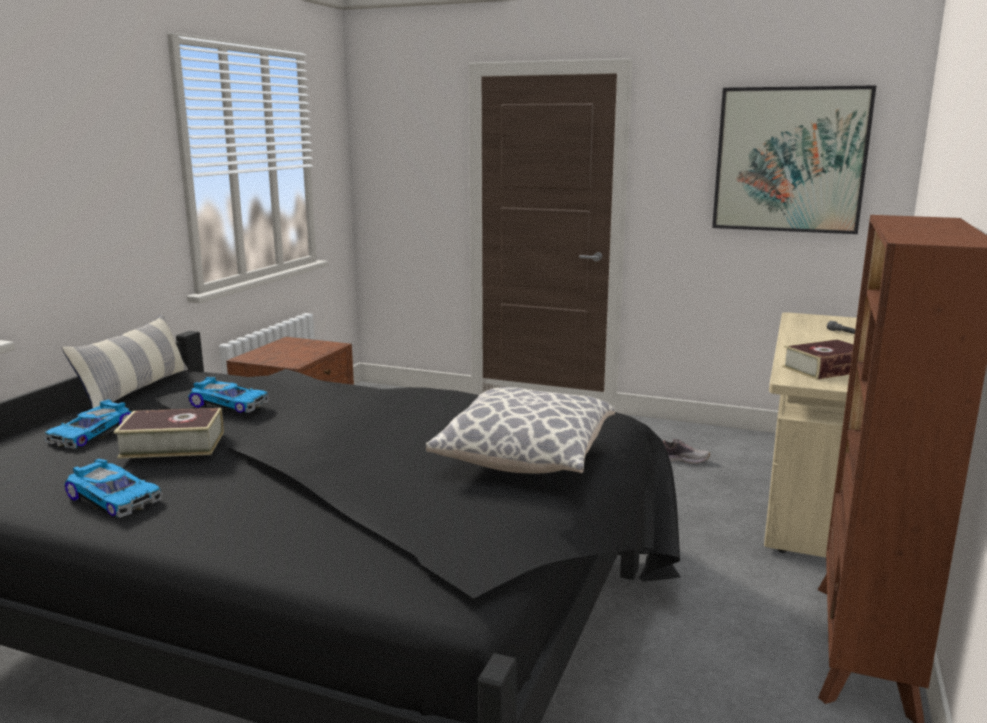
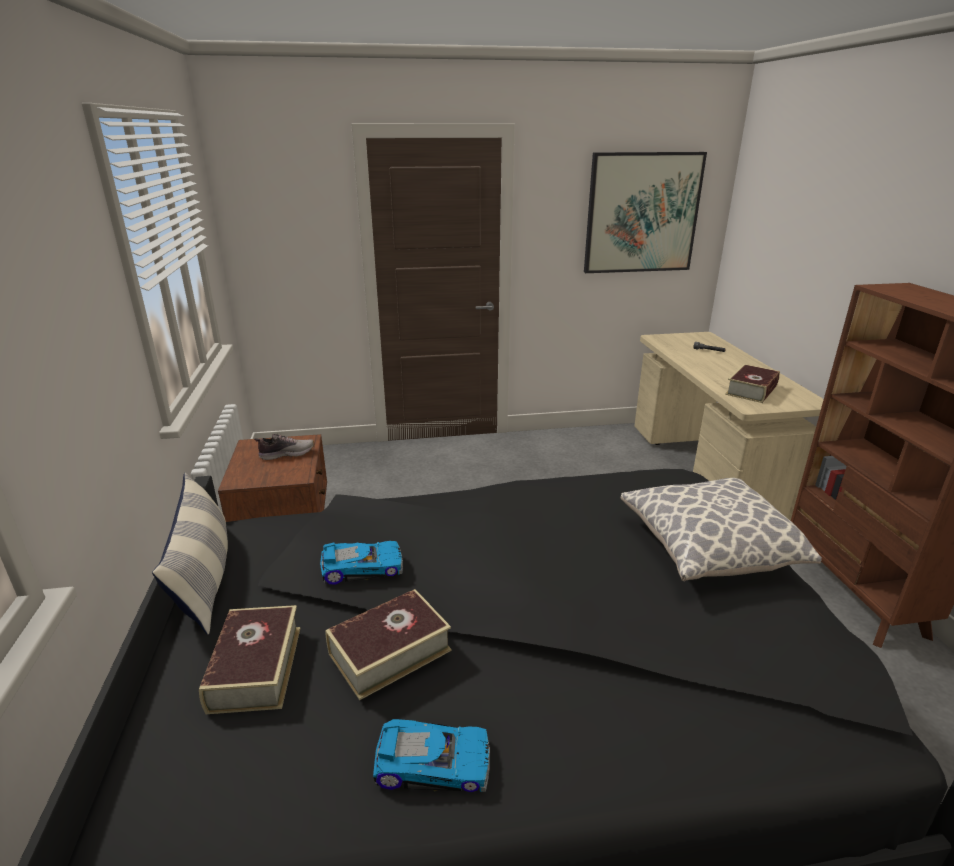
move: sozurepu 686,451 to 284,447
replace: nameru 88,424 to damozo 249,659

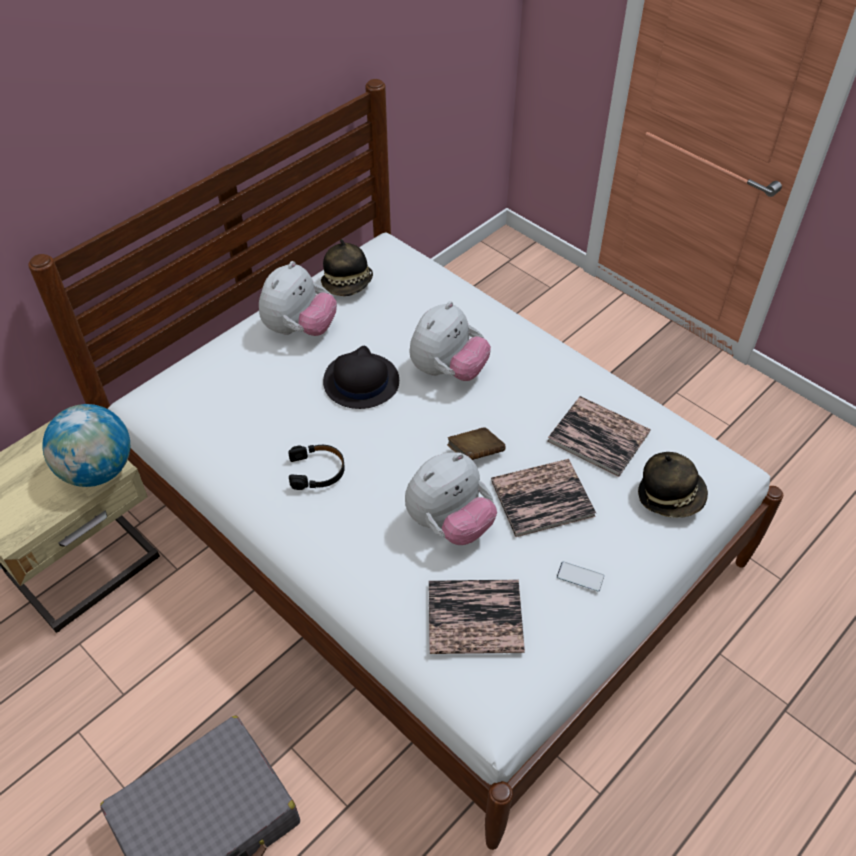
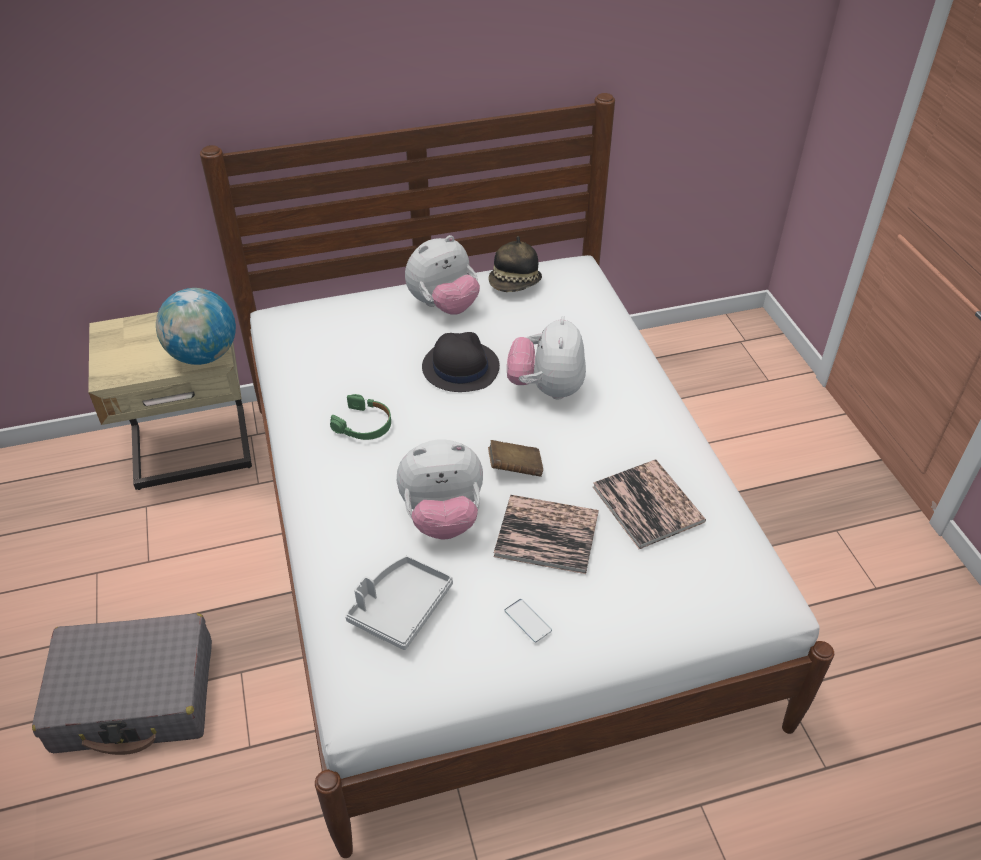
delete: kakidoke 673,485
replace: damozo 477,617 to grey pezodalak 399,603
recolor: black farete 316,467 to green farete 360,417
rotate: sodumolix 450,341 = 546,358 120 degrees clockwise

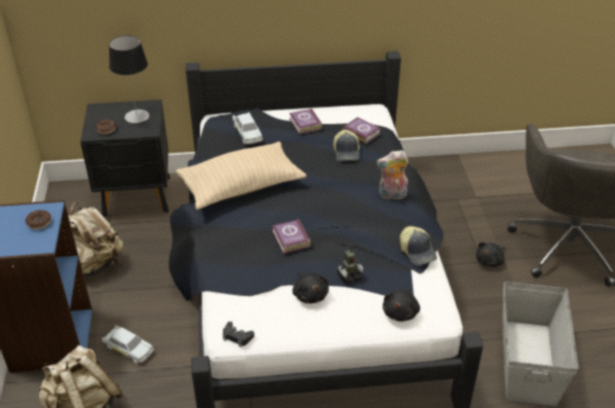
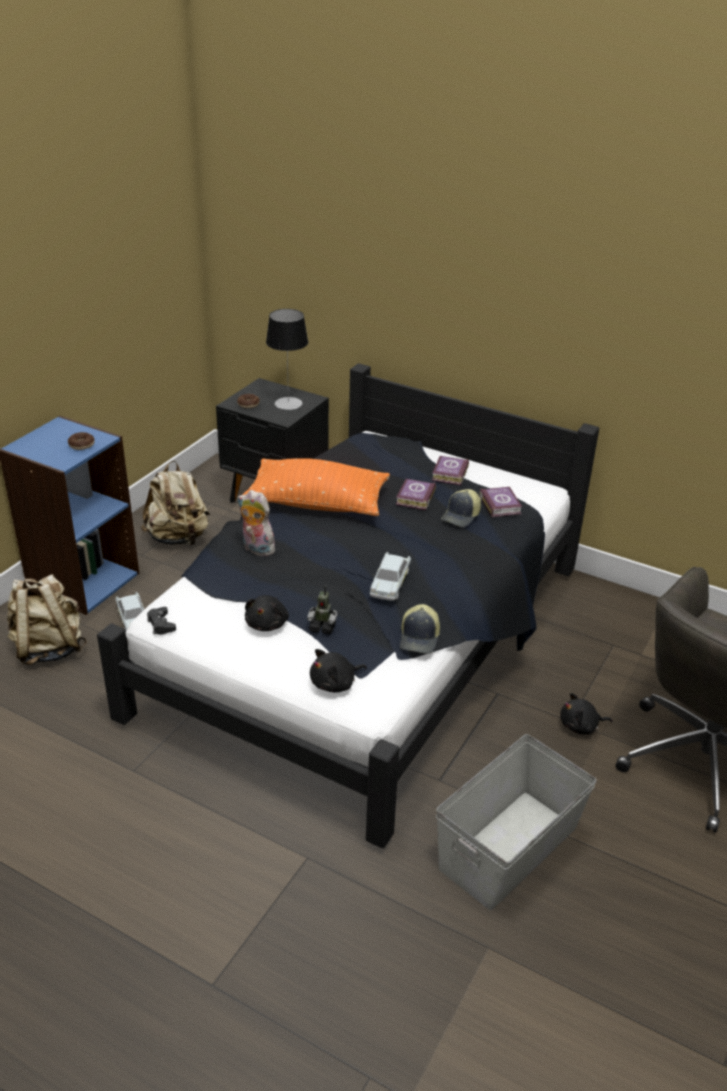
move: sodumolix 392,175 to 257,523; white nameru 247,128 to 390,576; damozo 291,236 to 416,494
recolor: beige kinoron 241,176 to orange kinoron 316,487

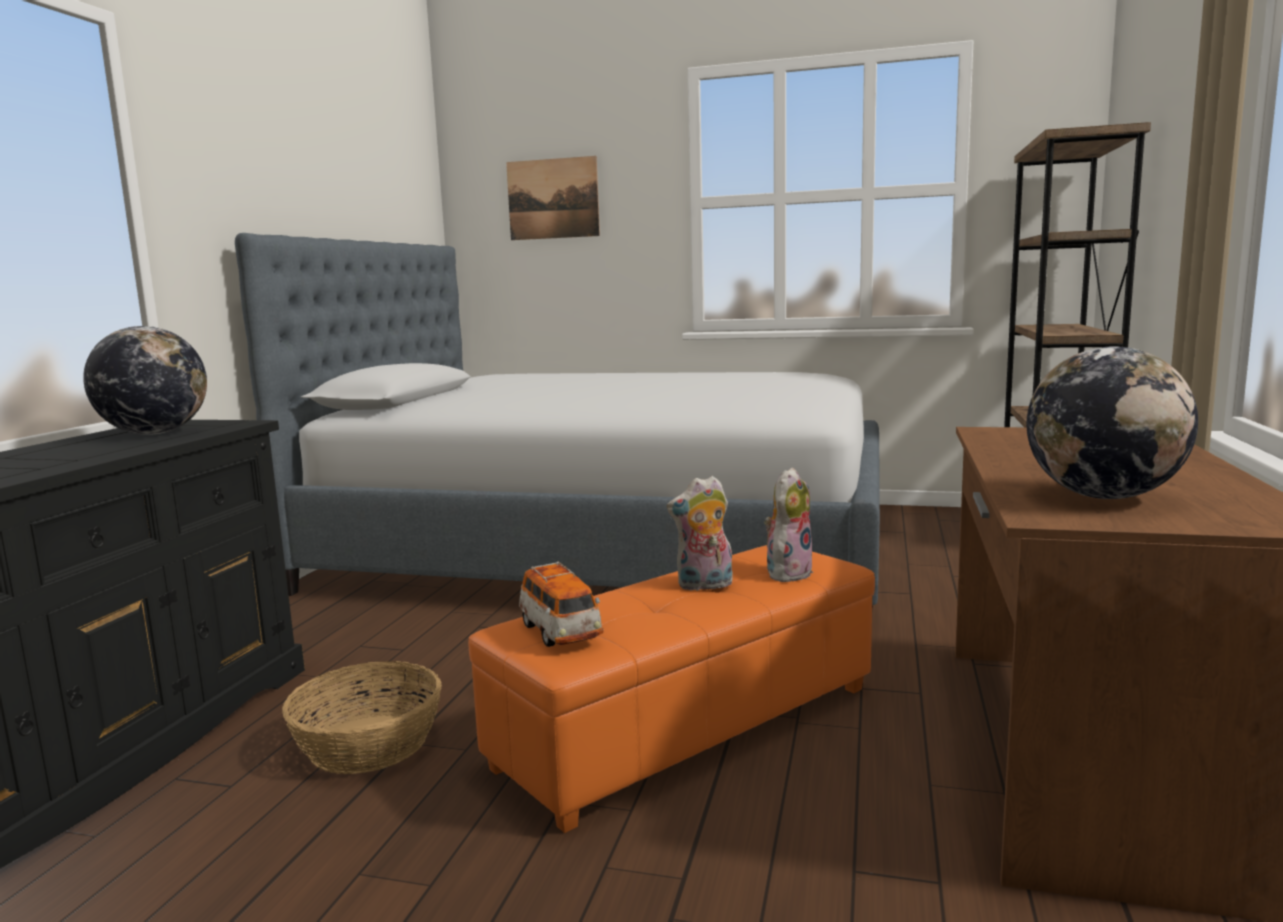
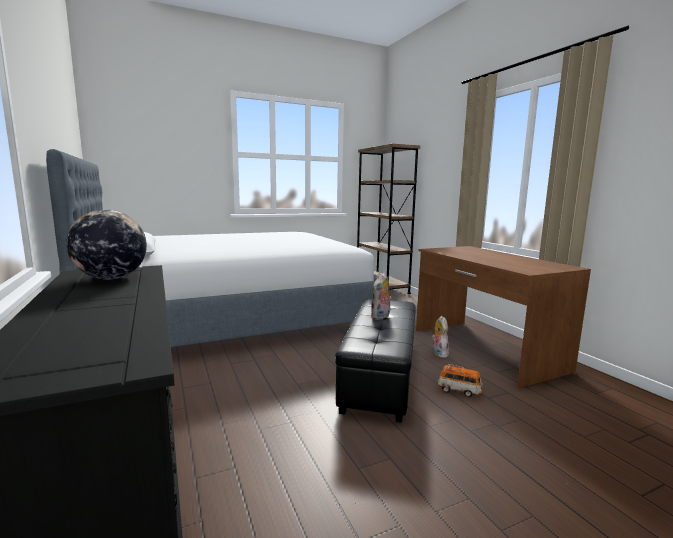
delete: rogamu 362,717; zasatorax 553,198; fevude 1112,422
move: sodumolix 788,524 to 440,336; nameru 561,604 to 460,380
recolor: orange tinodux 671,689 to black tinodux 375,360

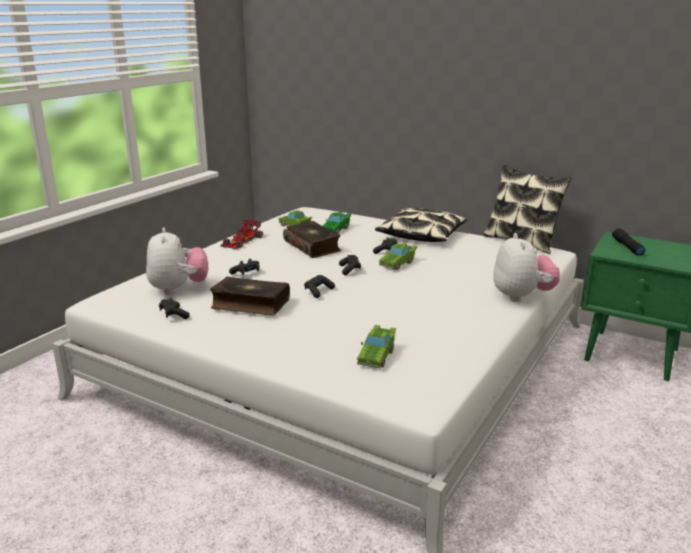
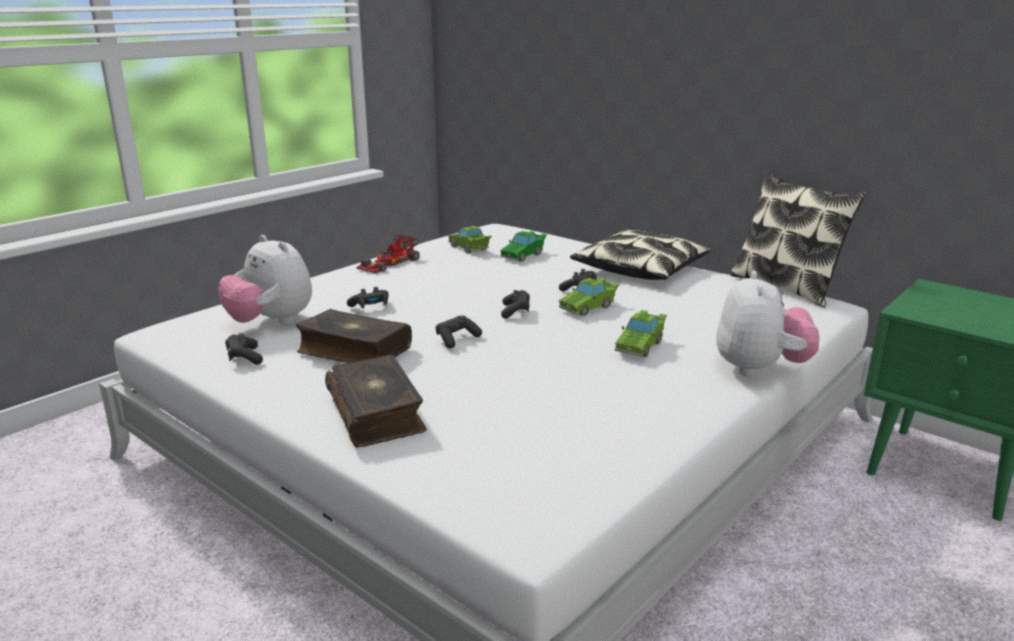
delete: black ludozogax 628,242
move: damozo 312,239 to 376,401; green nameru 376,347 to 641,333
rotate: sodumolix 177,261 = 265,279 135 degrees clockwise

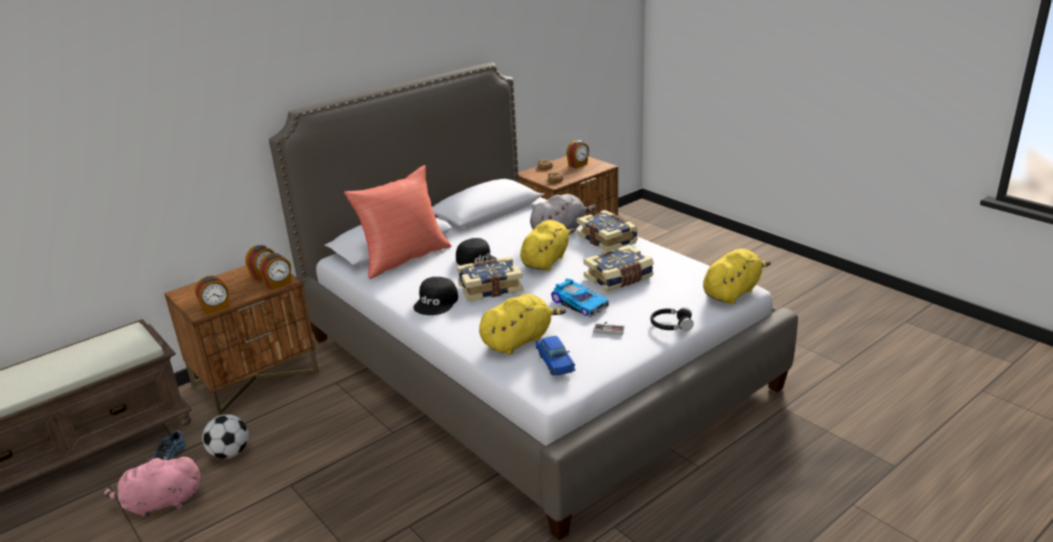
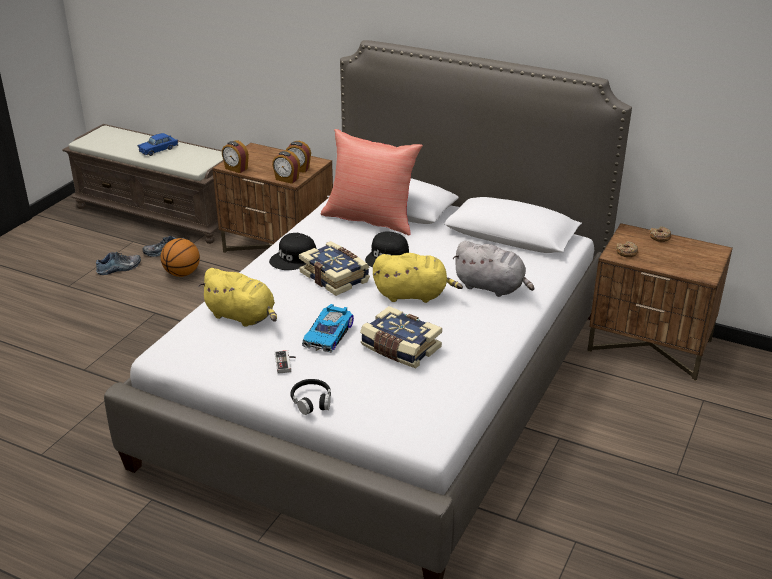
delete: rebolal 578,154; damozo 607,230; yellow sodumolix 737,276
move: blue nameru 555,356 to 158,144
replace: pink sodumolix 152,487 to sozurepu 118,263; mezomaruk 225,436 to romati 180,257
rotate: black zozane 436,296 = 293,251 45 degrees counterclockwise

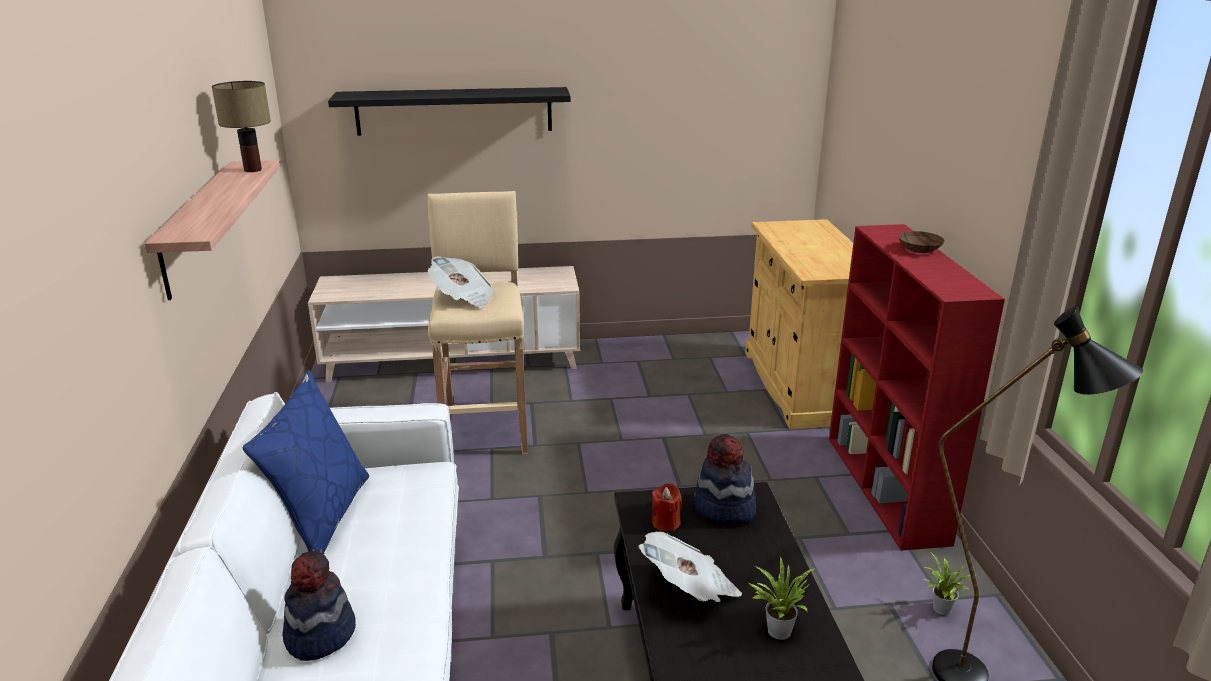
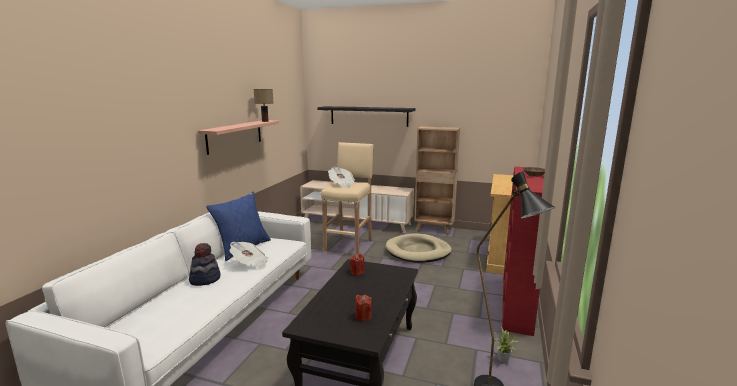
delete: kakidoke 725,479
insert: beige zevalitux 419,248; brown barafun 437,180
move: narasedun 690,567 to 248,255
replace: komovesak 782,598 to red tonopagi 363,308

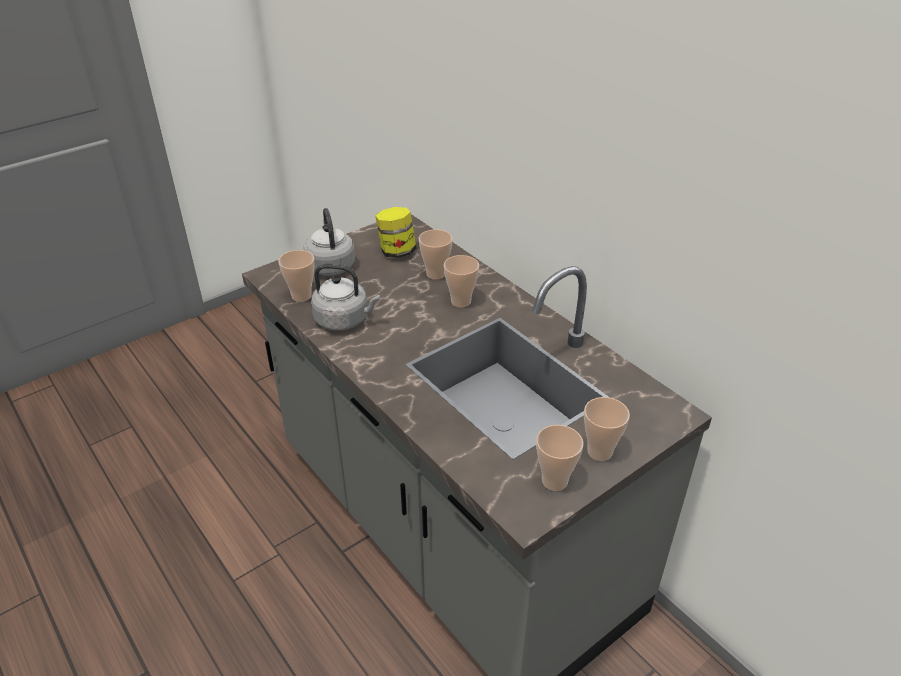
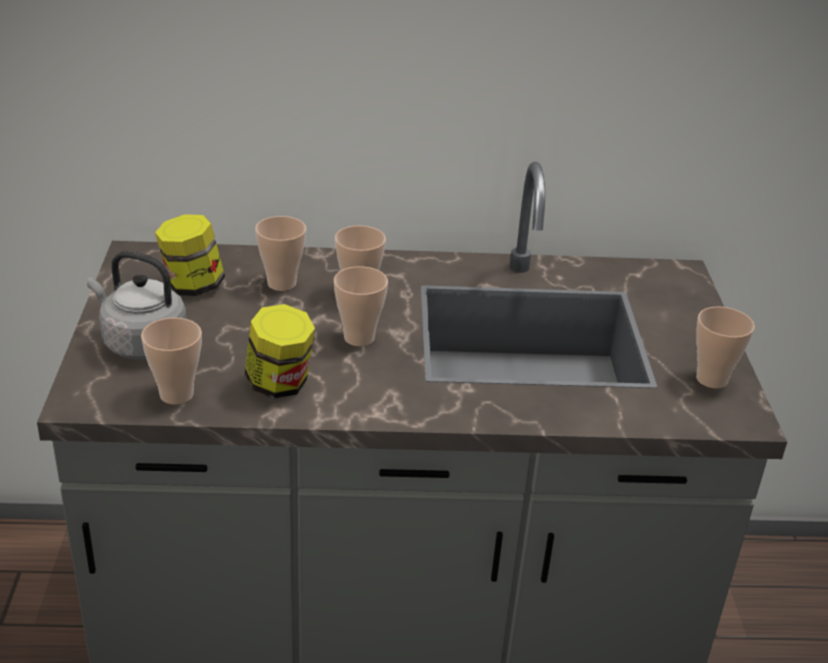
move: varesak 607,429 to 361,306
replace: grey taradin 345,297 to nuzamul 280,351

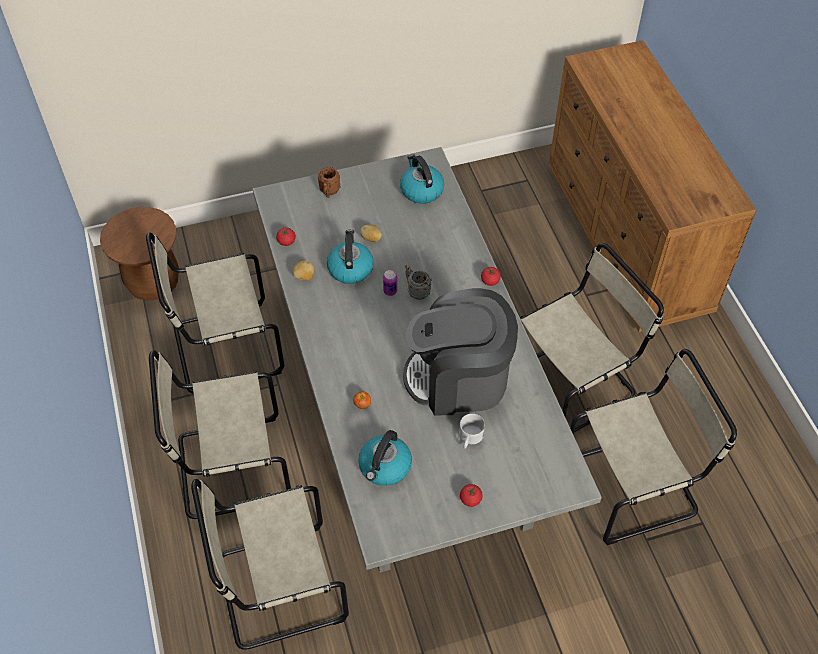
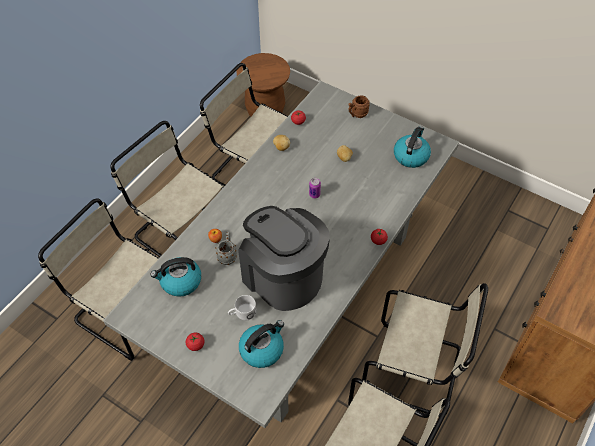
move: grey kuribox 418,282 to 226,248; taradin 350,256 to 261,344

